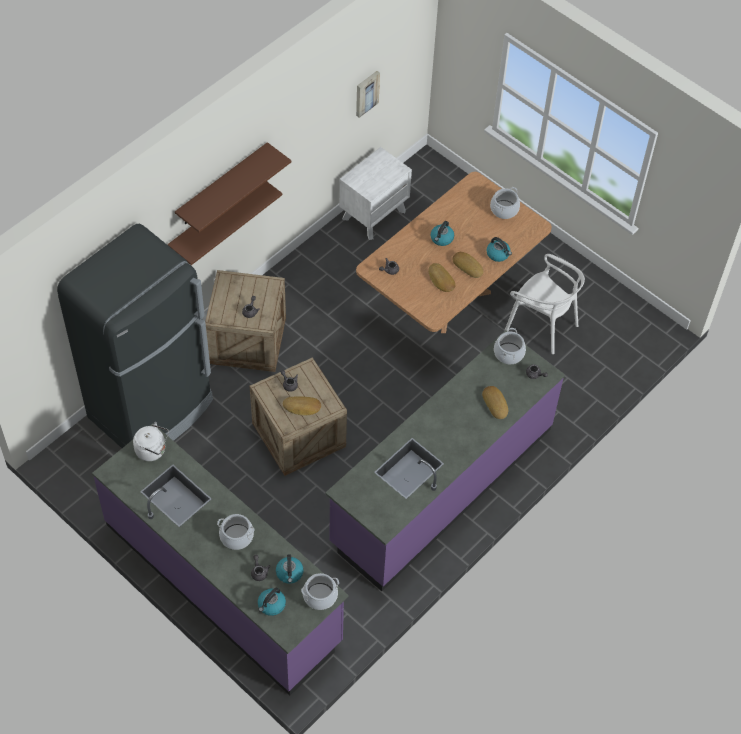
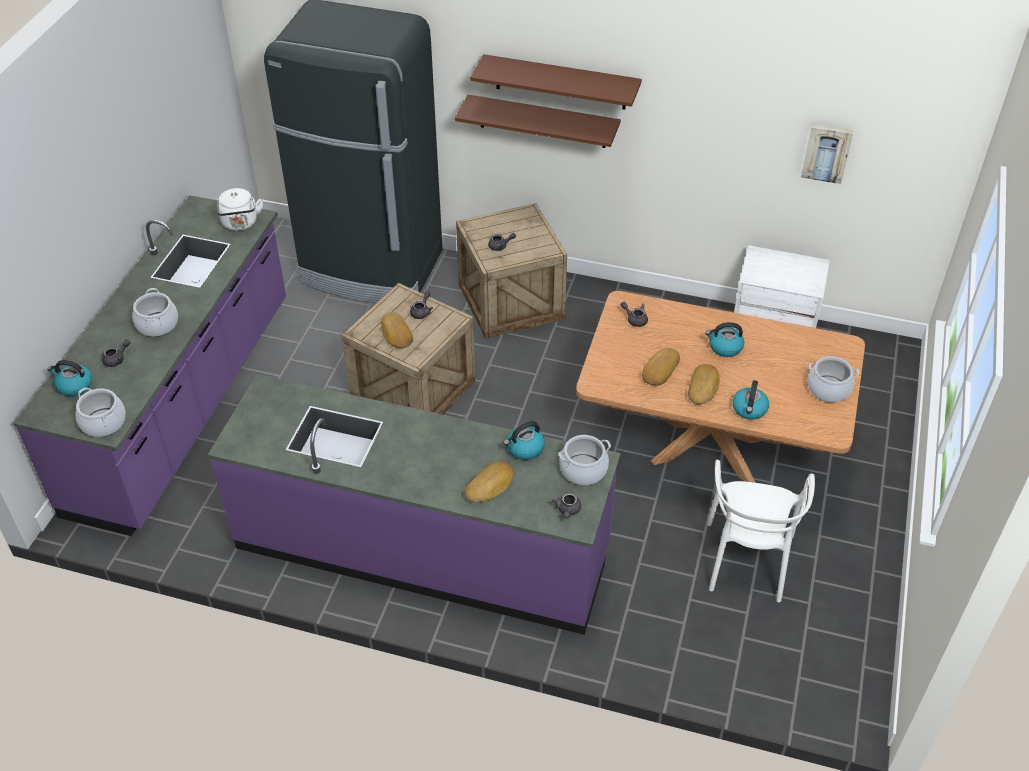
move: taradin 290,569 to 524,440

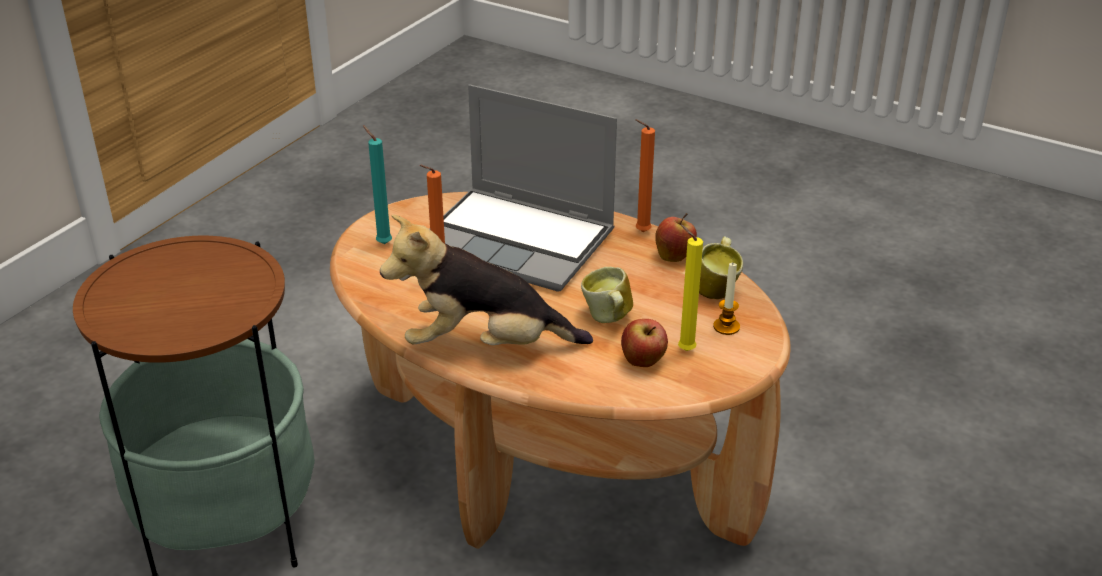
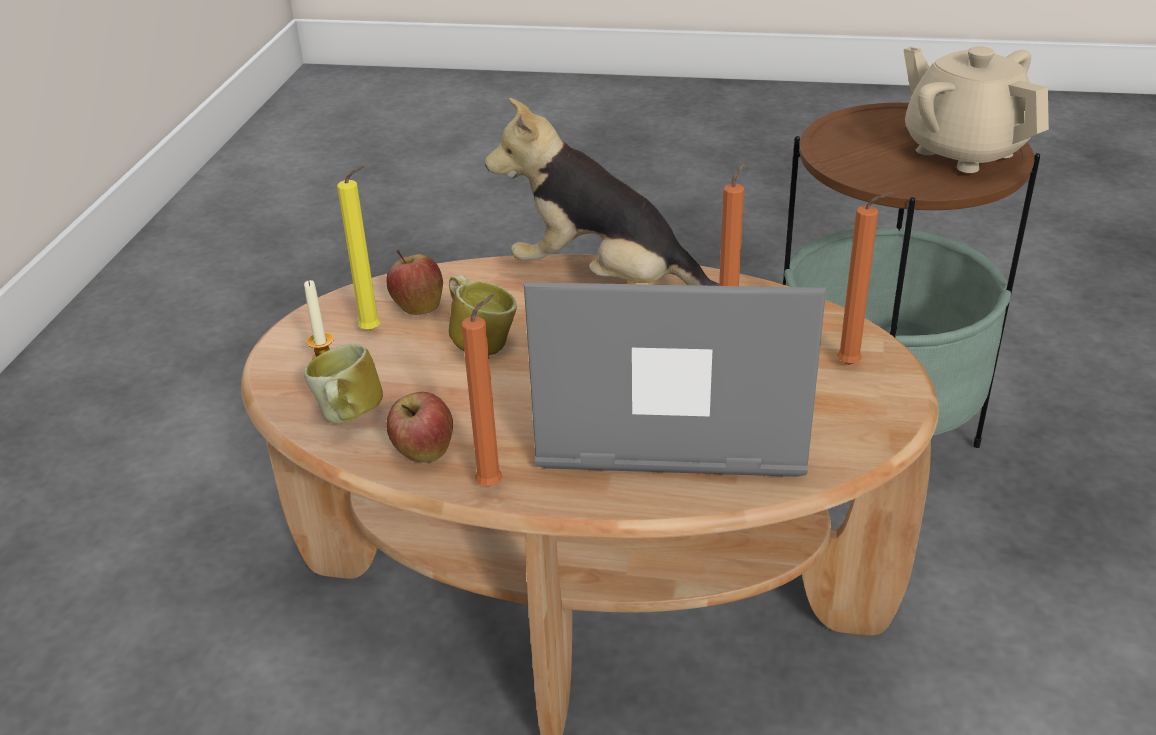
insert: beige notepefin 976,109
recolor: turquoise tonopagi 377,184 to orange tonopagi 865,278
rotate: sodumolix 486,280 = 602,192 135 degrees counterclockwise

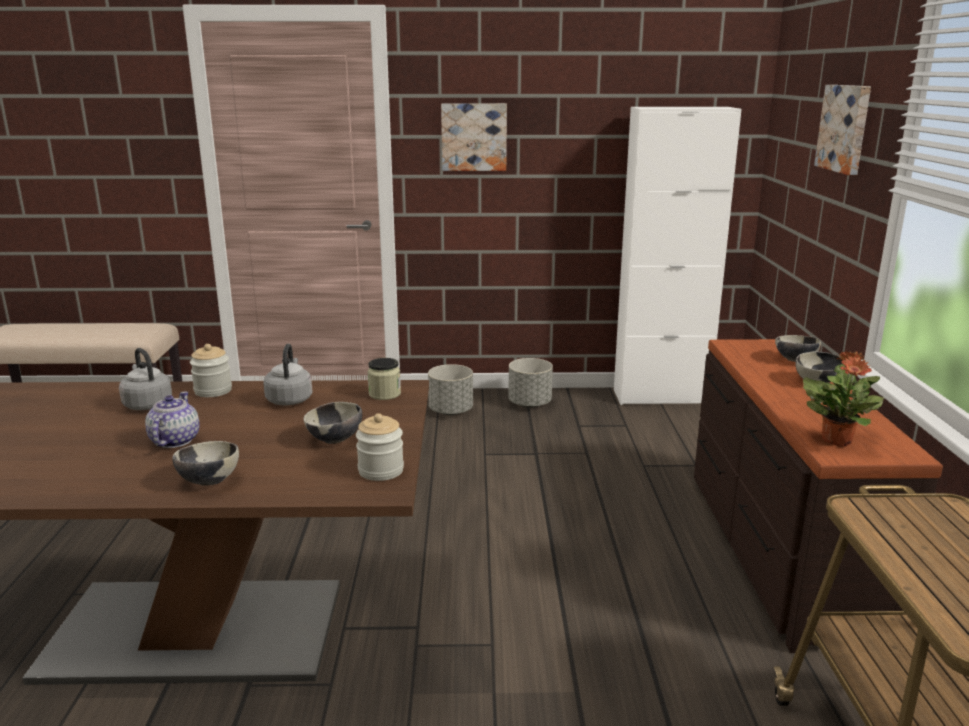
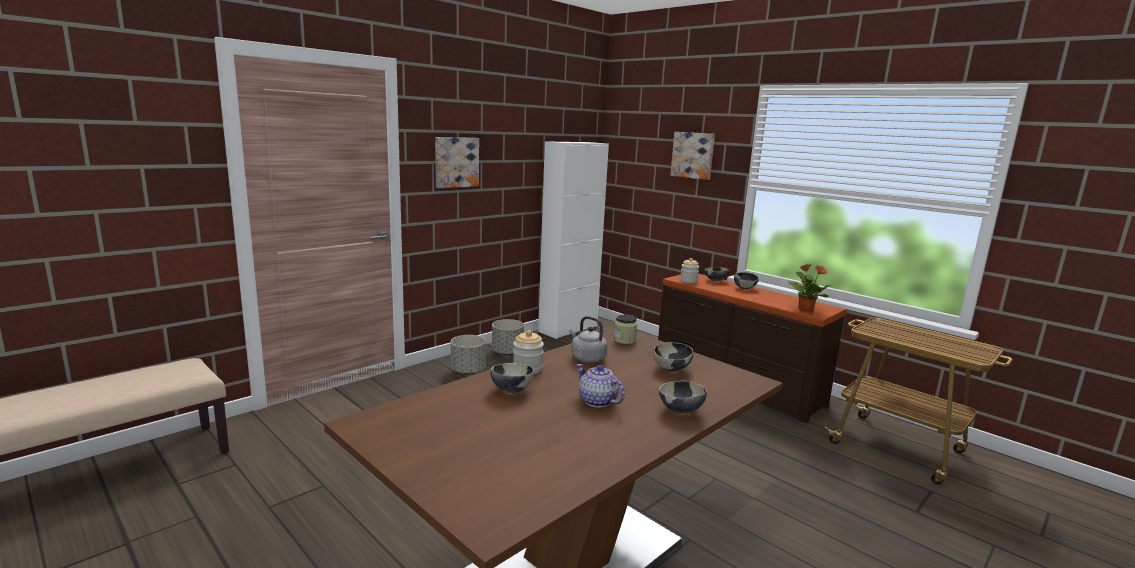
move: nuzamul 380,447 to 689,270
replace: grey taradin 145,379 to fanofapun 512,378

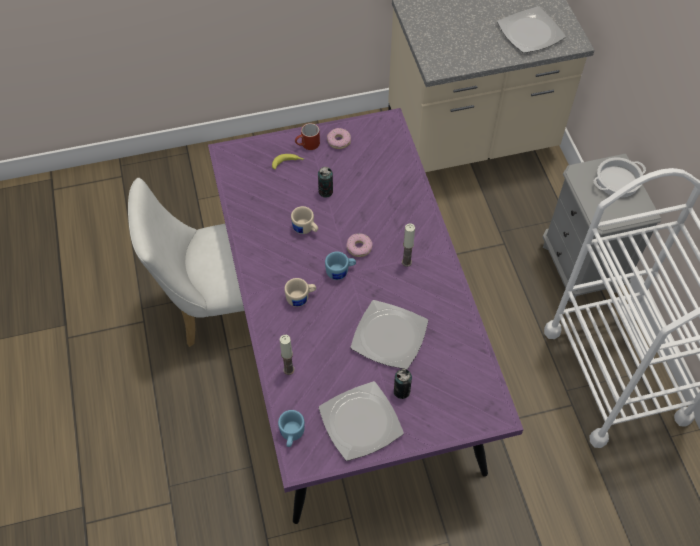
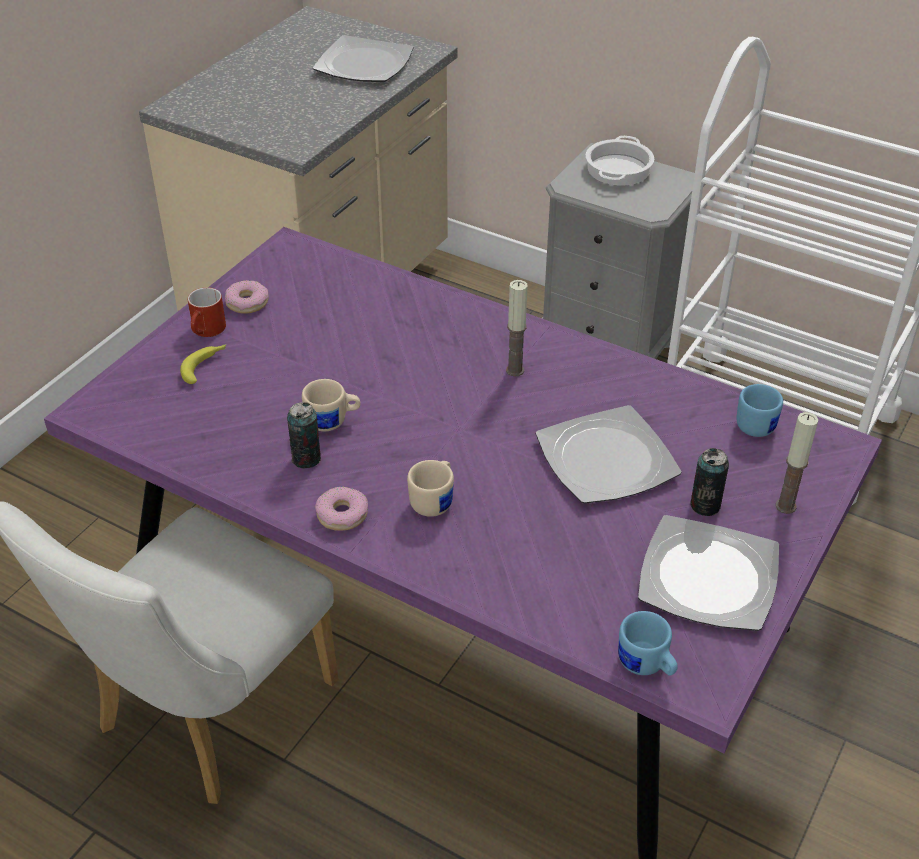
move: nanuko 325,182 to 304,435; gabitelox 359,245 to 341,509; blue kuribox 340,266 to 760,410; tonopagi 287,355 to 797,463

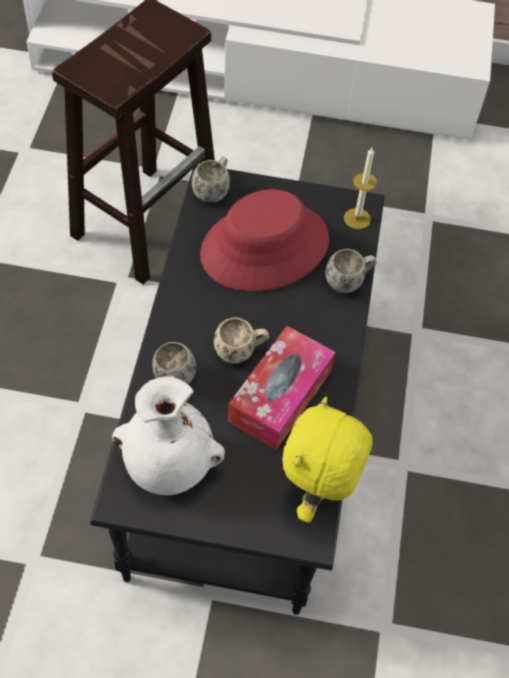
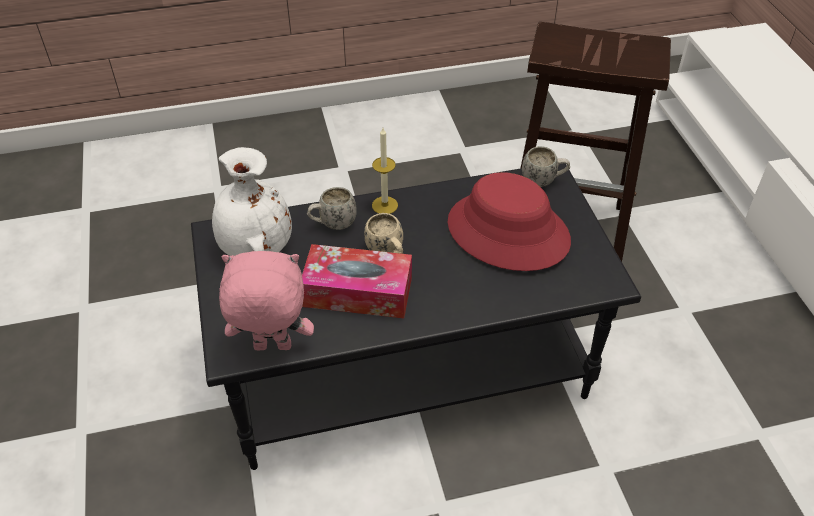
delete: white kuribox 351,271
move: tonopagi 360,188 to 385,171
recolor: yellow sodumolix 327,459 to pink sodumolix 266,300

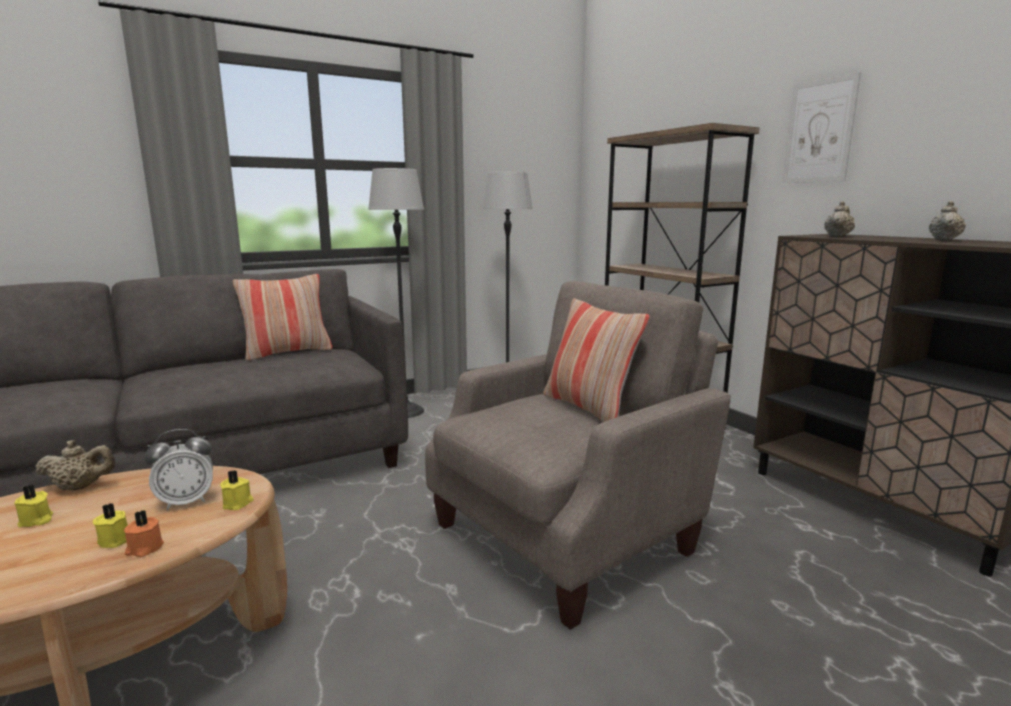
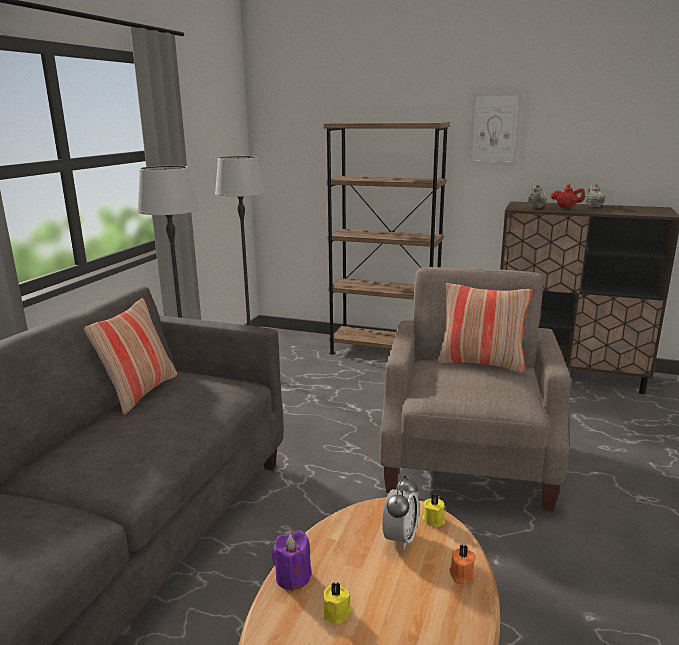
delete: yellow tonopagi 110,525
insert: red notepefin 568,196
replace: beige notepefin 75,465 to purple tonopagi 292,560

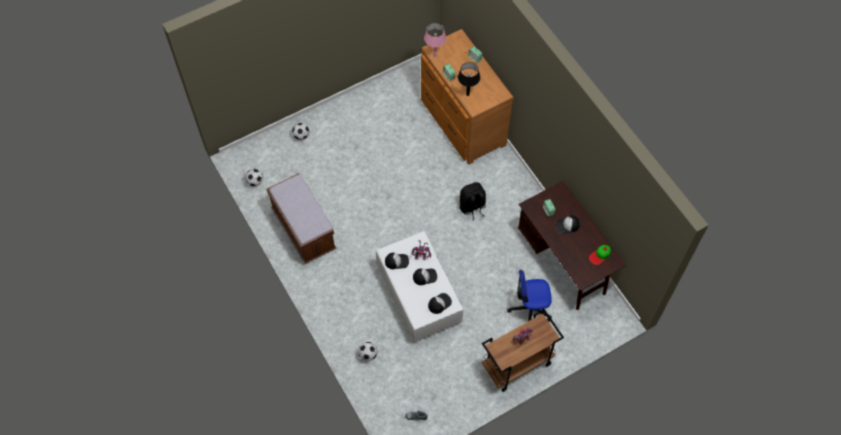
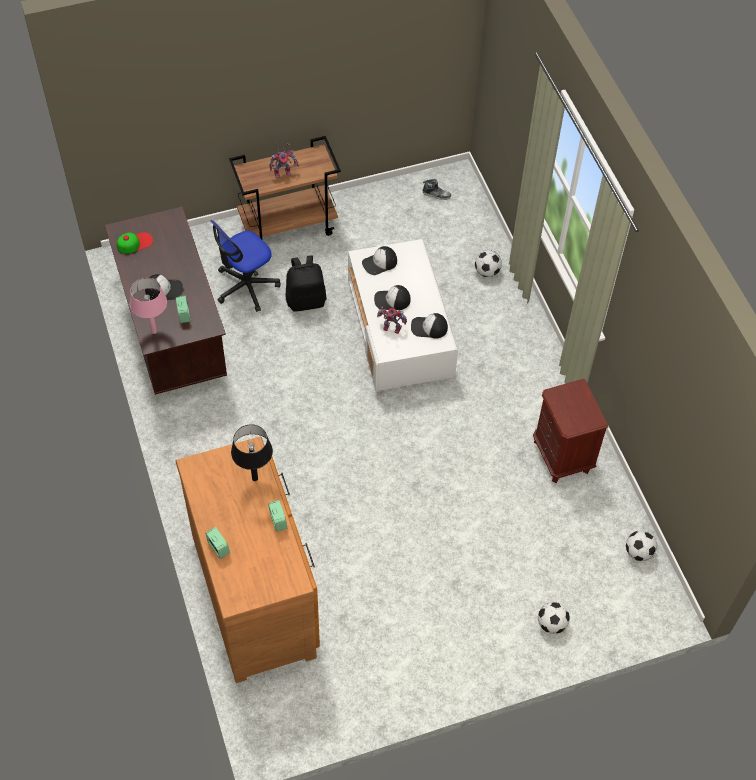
move: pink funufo 435,40 to 148,306; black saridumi 473,201 to 306,283
replace: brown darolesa 301,218 to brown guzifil 570,431
rotate: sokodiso 529,296 = 245,266 135 degrees clockwise

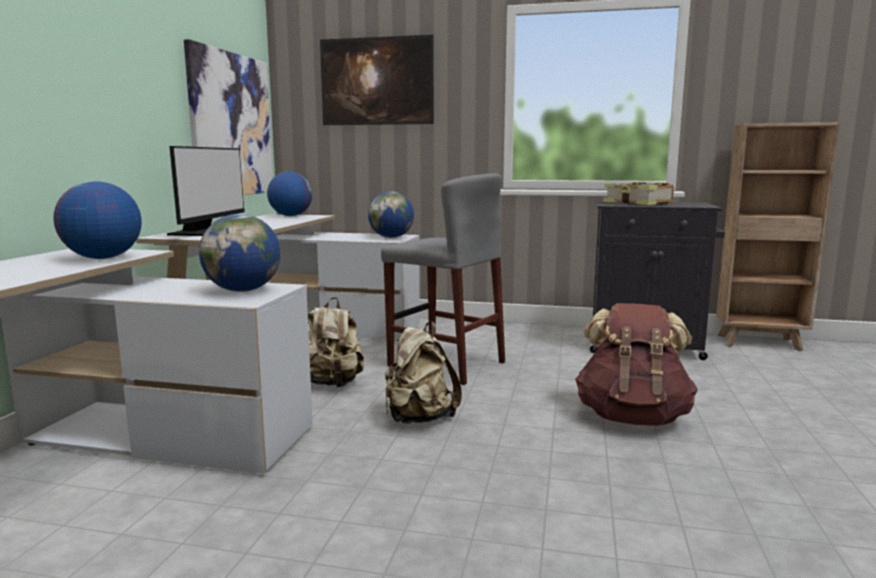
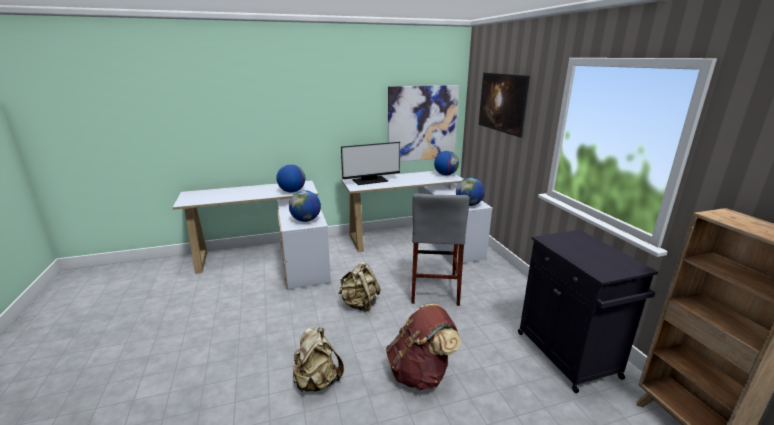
delete: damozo 639,193
move: beige saridumi 336,342 to 318,360

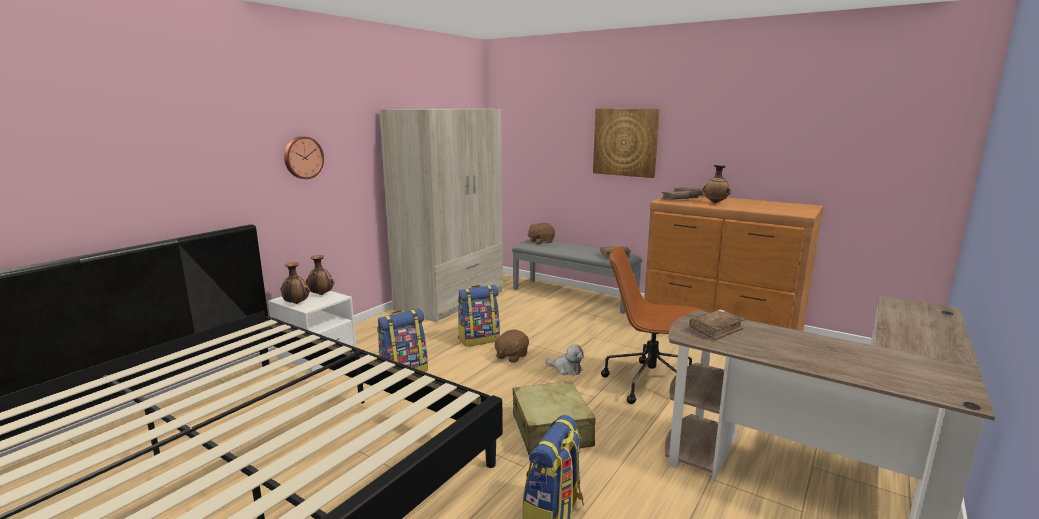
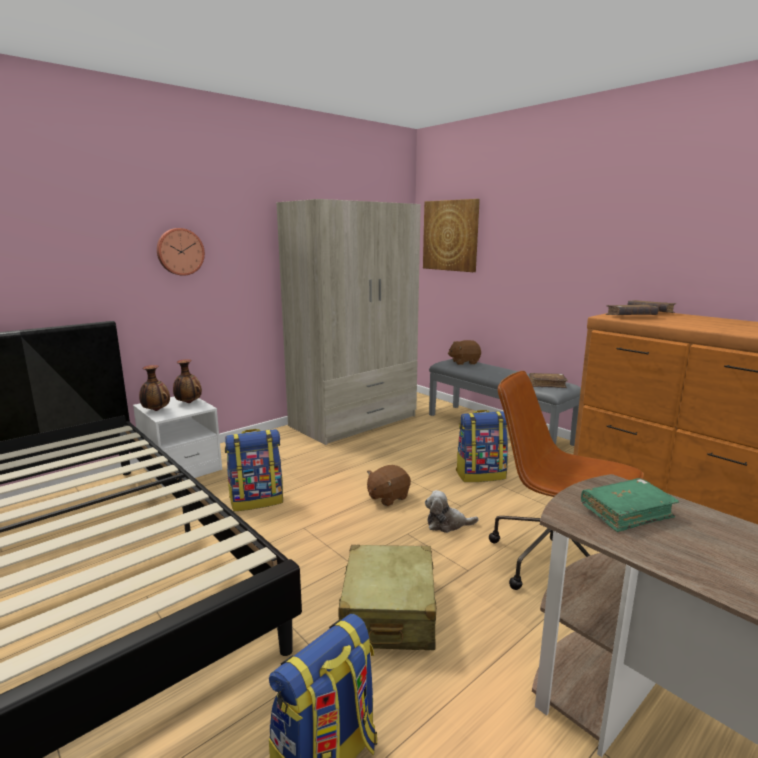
delete: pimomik 717,184
move: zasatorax 626,143 to 451,235; saridumi 479,316 to 482,446
recolor: brown damozo 717,325 to green damozo 630,505
rotate: sodumolix 564,360 = 451,511 135 degrees clockwise

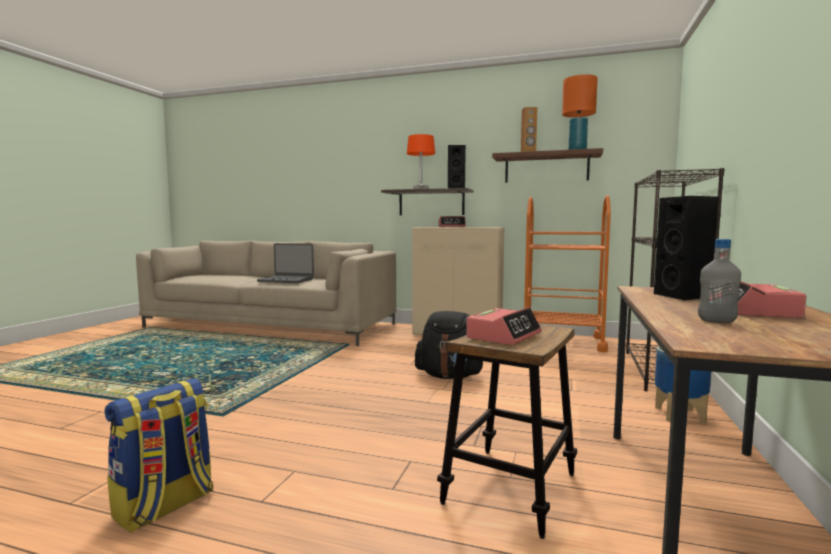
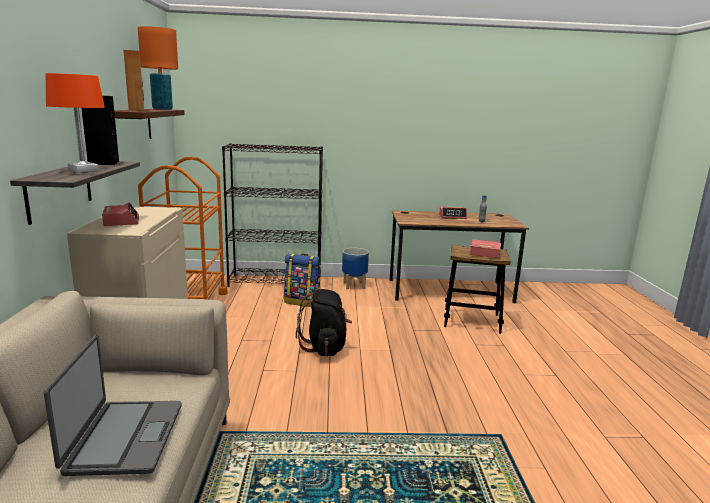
delete: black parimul 686,248
move: saridumi 159,455 to 302,280

